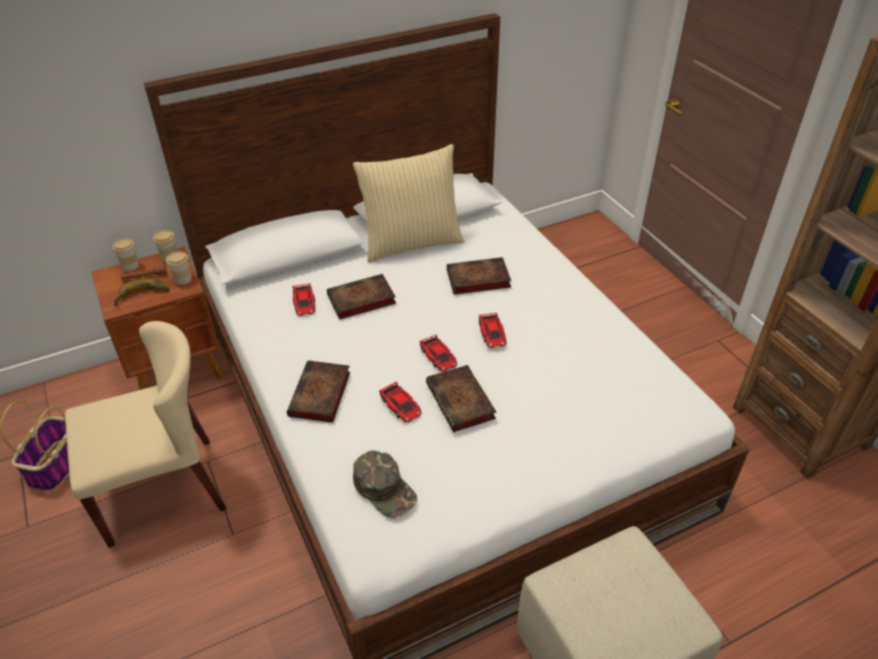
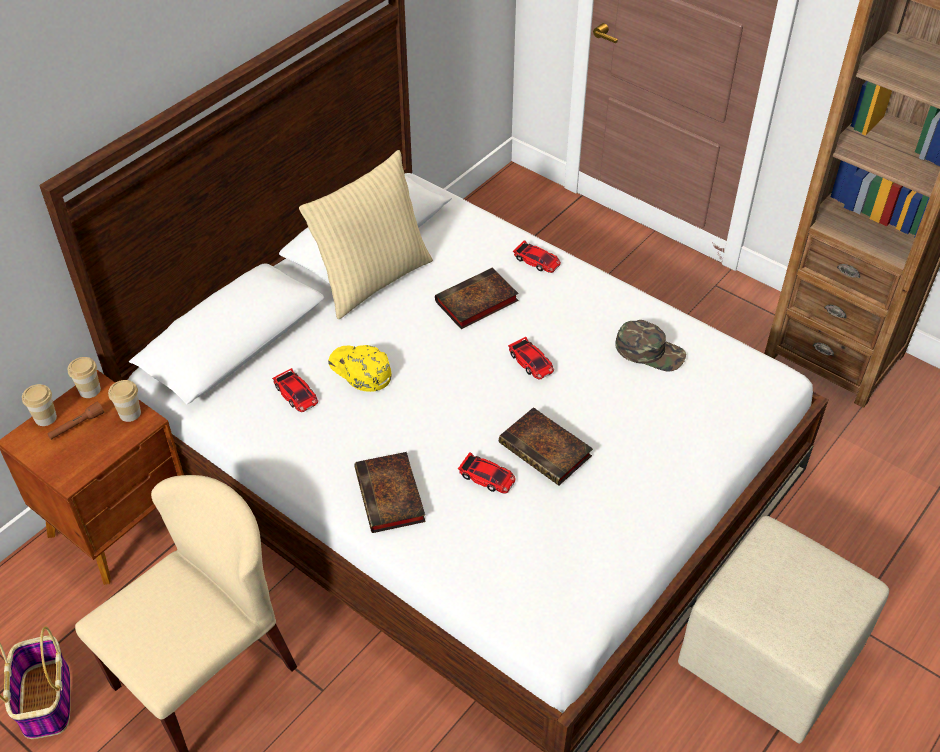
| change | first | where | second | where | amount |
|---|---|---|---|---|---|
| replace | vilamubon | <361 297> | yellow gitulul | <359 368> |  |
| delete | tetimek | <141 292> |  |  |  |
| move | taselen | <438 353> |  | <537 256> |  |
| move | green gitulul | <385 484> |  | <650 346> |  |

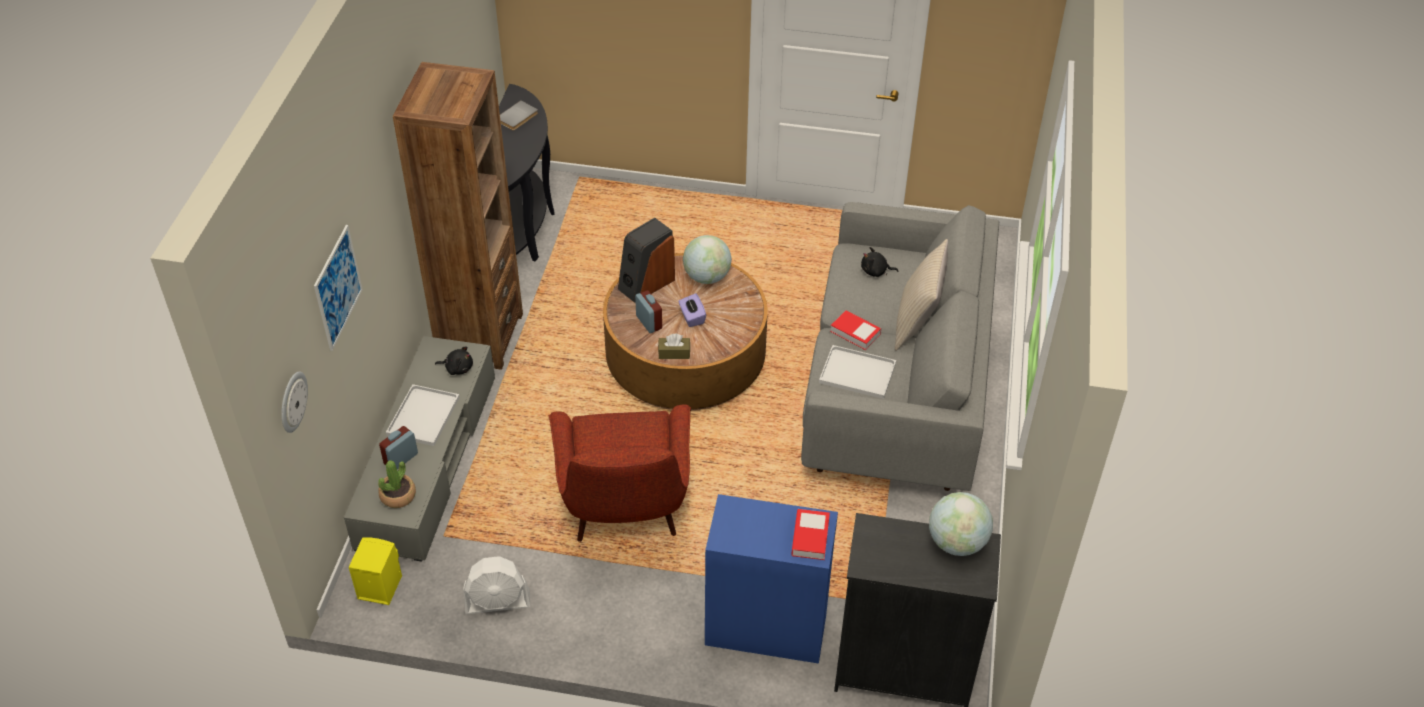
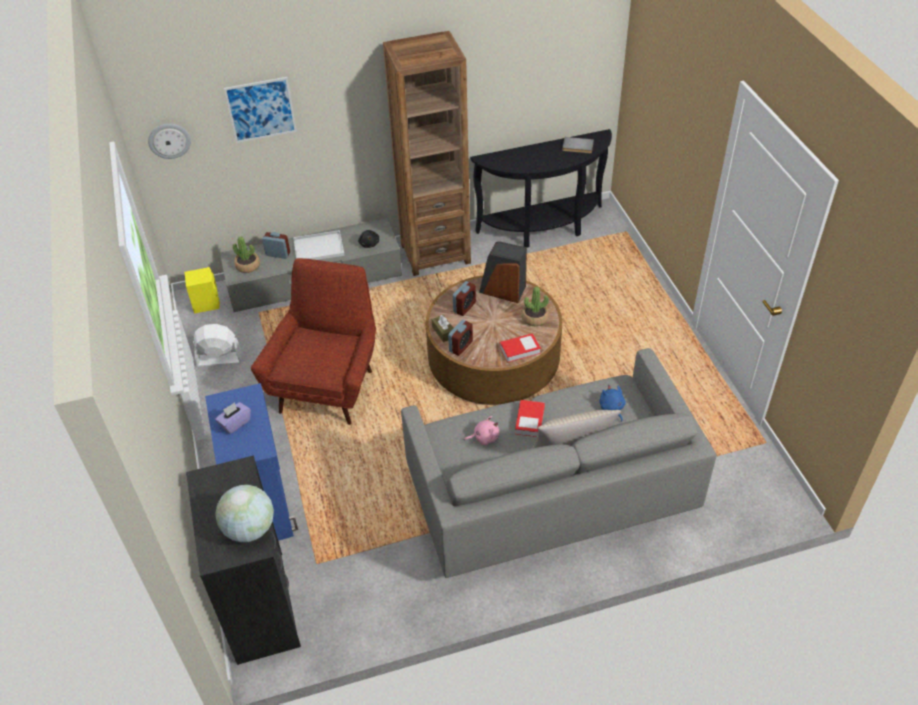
| change | first | where | second | where | amount |
|---|---|---|---|---|---|
| replace | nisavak | <707 259> | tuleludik | <535 306> |  |
| recolor | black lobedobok | <879 262> | blue lobedobok | <612 403> |  |
| move | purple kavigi | <692 310> |  | <233 418> |  |
| replace | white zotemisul | <857 372> | pink lobedobok | <481 430> |  |
| rotate | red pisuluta | <620 473> |  | <313 341> | 135 degrees clockwise |
| move | vilamubon | <810 534> |  | <520 347> |  |
| rotate | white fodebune | <496 585> |  | <218 345> | 120 degrees clockwise |
| insert |  |  | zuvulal | <460 338> |  |

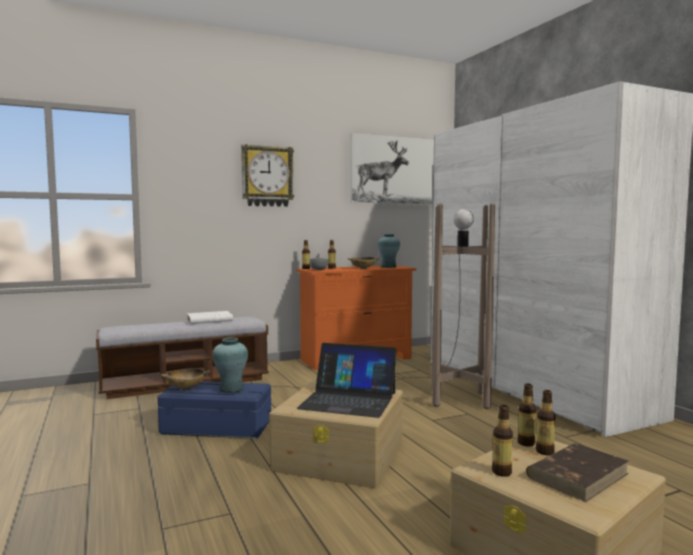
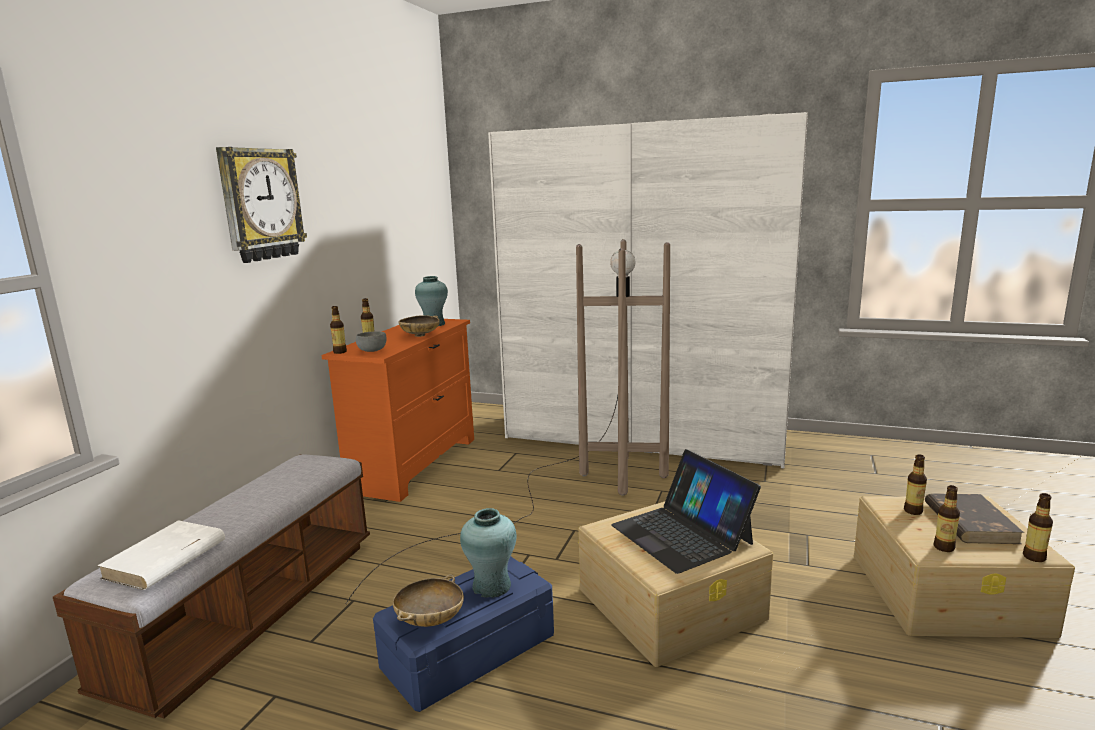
| change | first | where | second | where | amount |
|---|---|---|---|---|---|
| delete | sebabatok | <392 168> |  |  |  |
| move | white vilamubon | <210 317> |  | <161 555> |  |
| rotate | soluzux | <347 380> |  | <686 511> | 90 degrees clockwise |
| move | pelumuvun | <526 415> |  | <1038 527> |  |

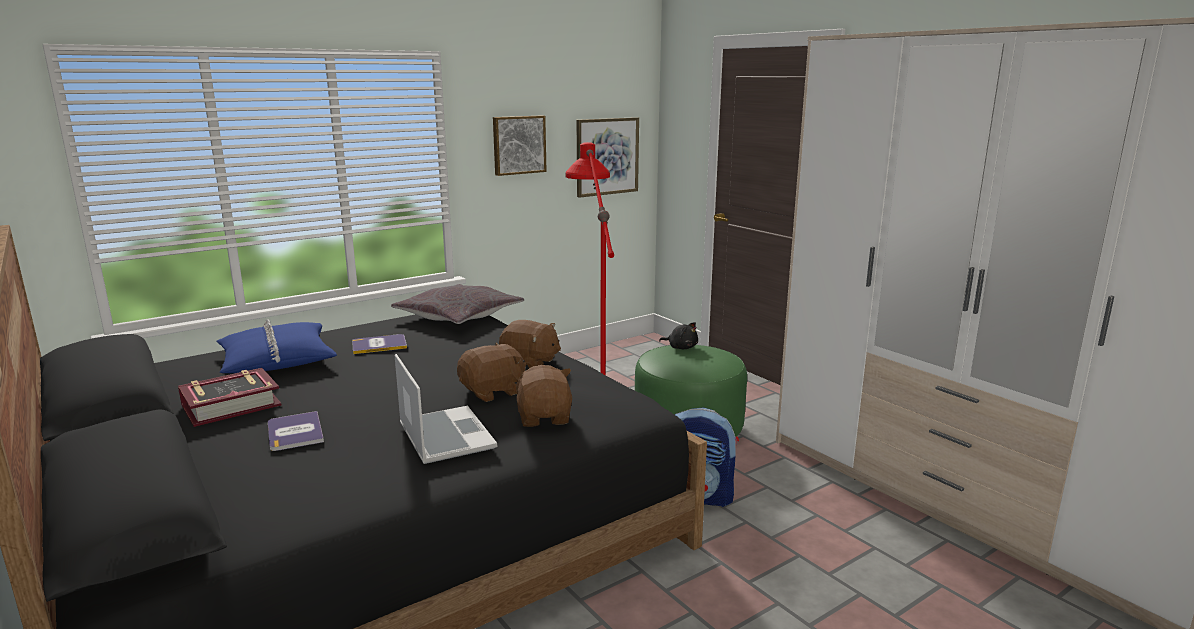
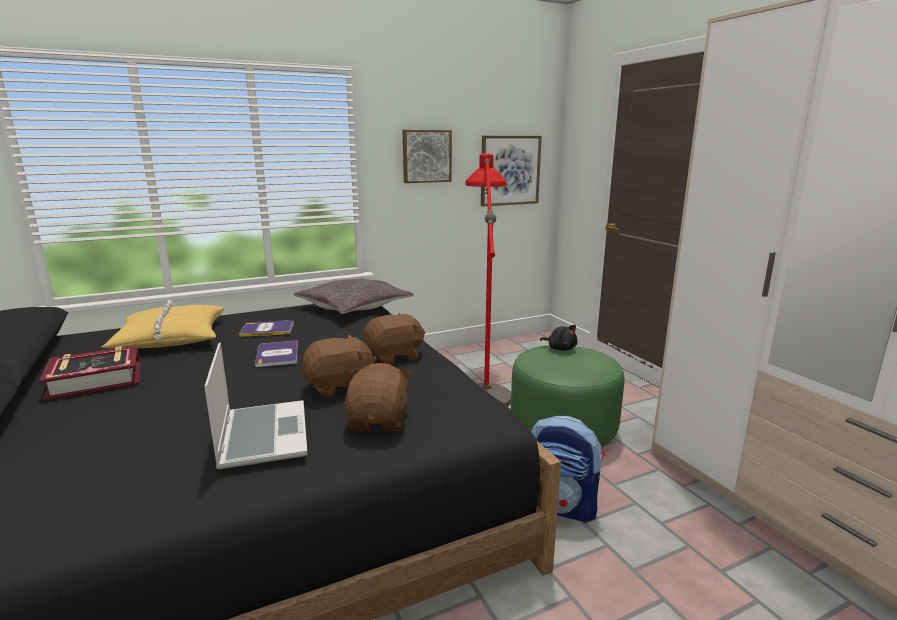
| change | first | where | second | where | amount |
|---|---|---|---|---|---|
| recolor | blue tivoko | <276 346> | yellow tivoko | <163 324> |  |
| rotate | brown lobedobok | <530 344> |  | <394 338> | 60 degrees counterclockwise |
| move | vilamubon | <296 431> |  | <276 353> |  |

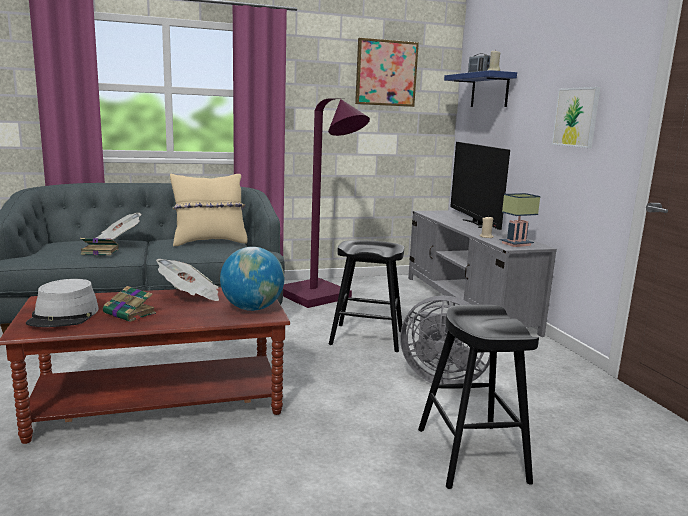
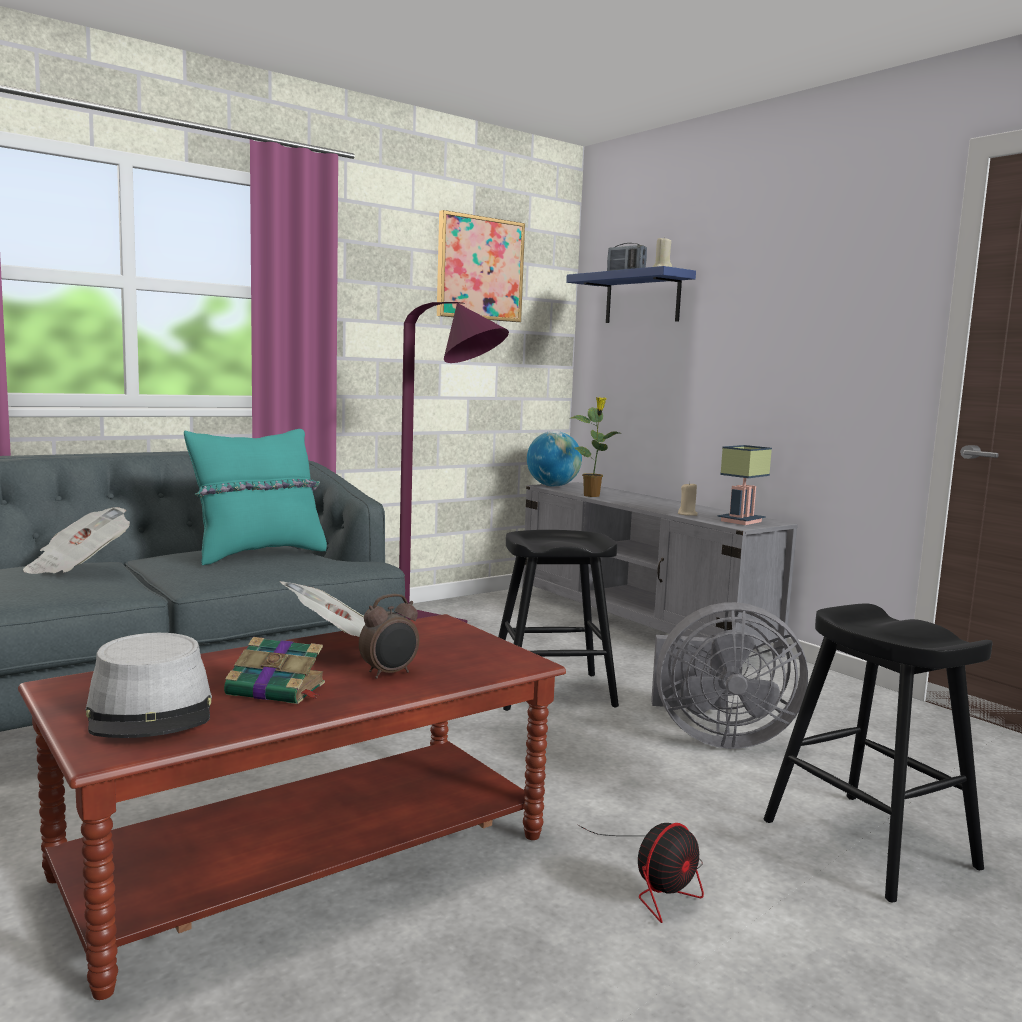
| change | first | where | second | where | amount |
|---|---|---|---|---|---|
| delete | sebabatok | <576 117> |  |  |  |
| delete | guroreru | <480 186> |  |  |  |
| recolor | beige tivoko | <209 209> | turquoise tivoko | <255 497> |  |
| delete | vilamubon | <99 246> |  |  |  |
| move | nisavak | <252 279> |  | <554 459> |  |
| insert |  |  | tuleludik | <595 447> |  |
| insert |  |  | zuvulal | <389 636> |  |
| insert |  |  | fodebune | <640 873> |  |

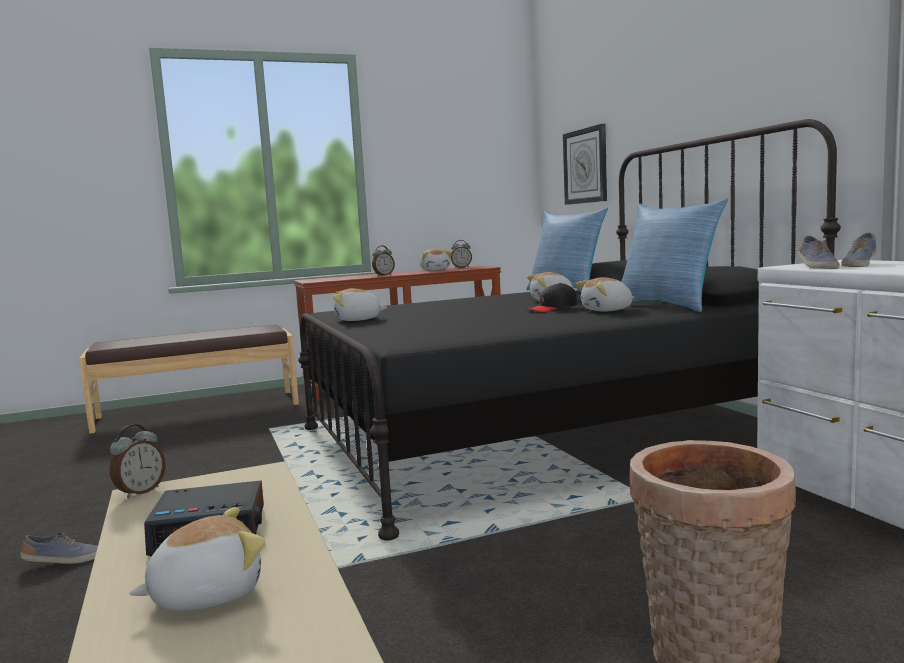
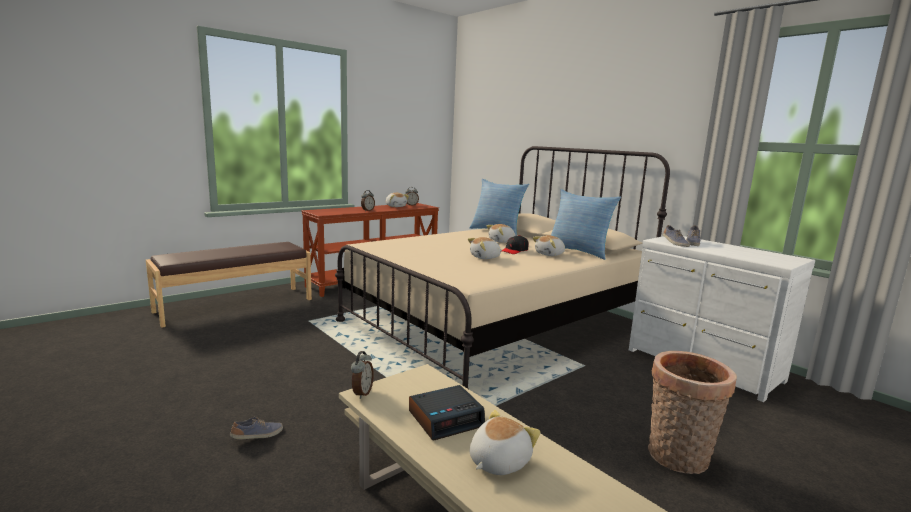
| change | first | where | second | where | amount |
|---|---|---|---|---|---|
| recolor | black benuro | <569 330> | beige benuro | <502 267> |  |
| delete | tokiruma | <585 164> |  |  |  |
| move | lobedobok | <360 304> |  | <485 248> |  |

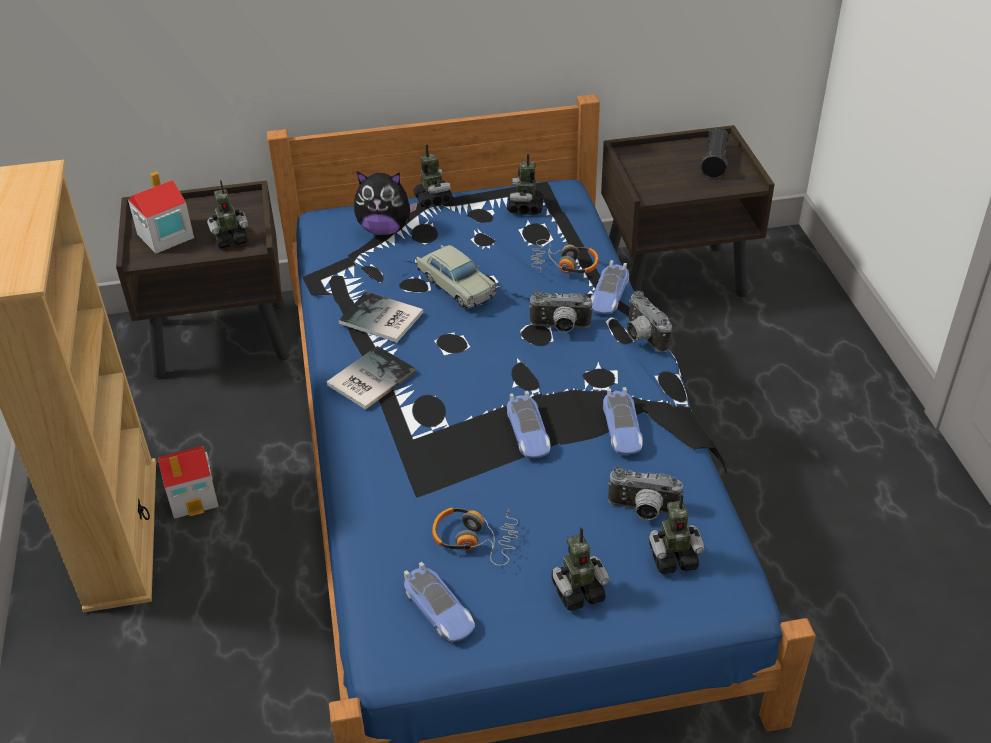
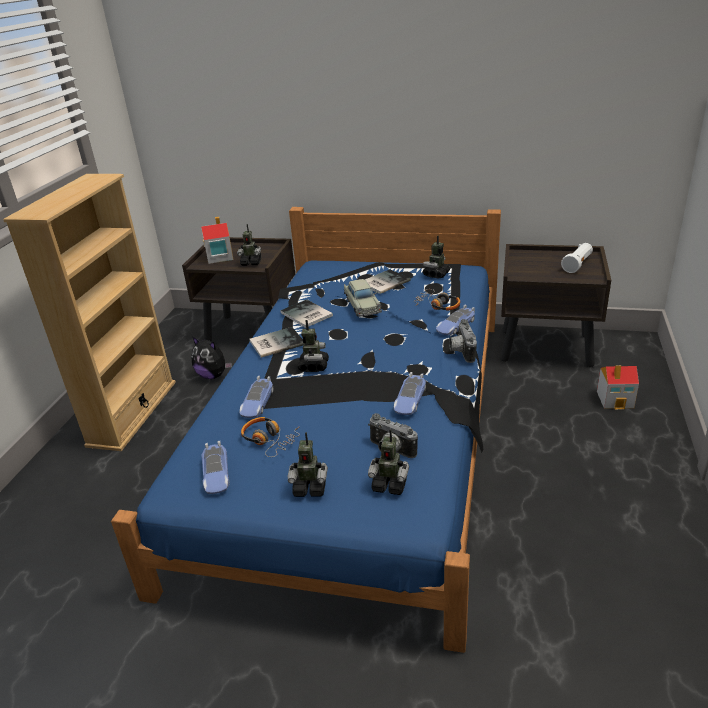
| change | first | where | second | where | amount |
|---|---|---|---|---|---|
| recolor | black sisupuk | <714 153> | white sisupuk | <577 258> |  |
| move | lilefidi | <433 176> |  | <313 346> |  |
| move | lobedobok | <385 203> |  | <212 358> |  |
| delete | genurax | <561 312> |  |  |  |
| move | taselen | <529 424> |  | <257 397> |  |
| move | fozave | <188 482> |  | <618 387> |  |
| insert |  |  | vilamubon | <388 281> |  |

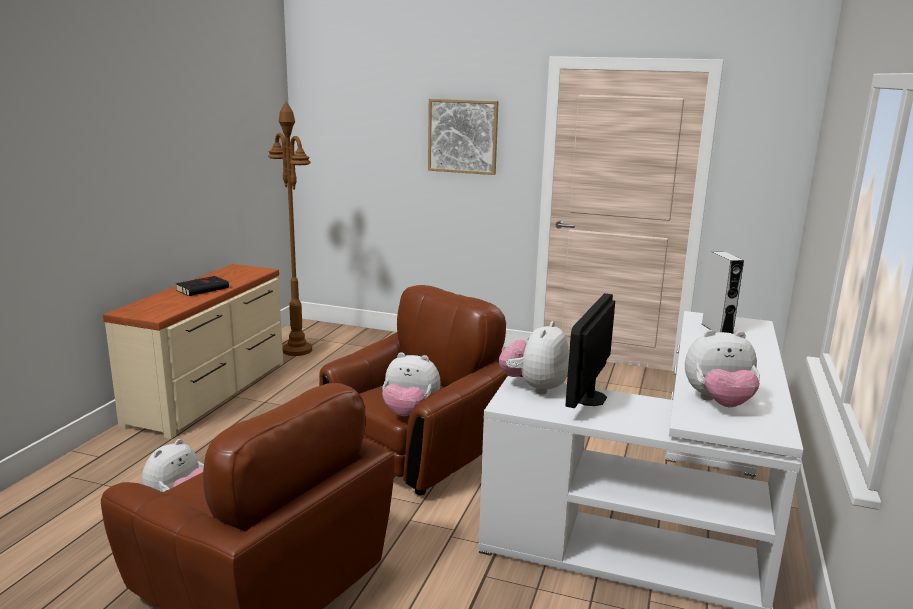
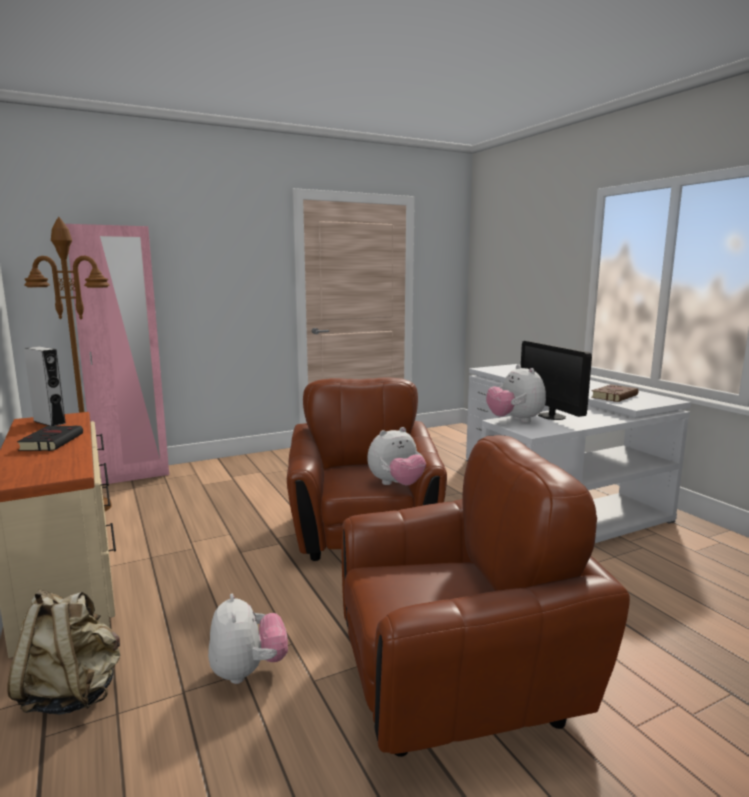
| change | first | where | second | where | amount |
|---|---|---|---|---|---|
| delete | sebabatok | <463 137> |  |  |  |
| move | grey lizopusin | <723 292> |  | <45 386> |  |
| replace | lobedobok | <722 368> | brown vilamubon | <615 393> |  |
| insert |  |  | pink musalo | <117 354> |  |
| insert |  |  | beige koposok | <64 652> |  |

